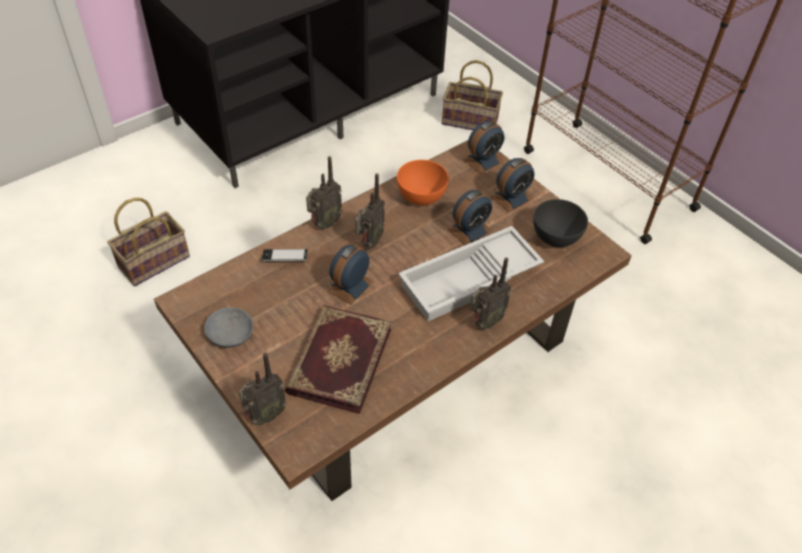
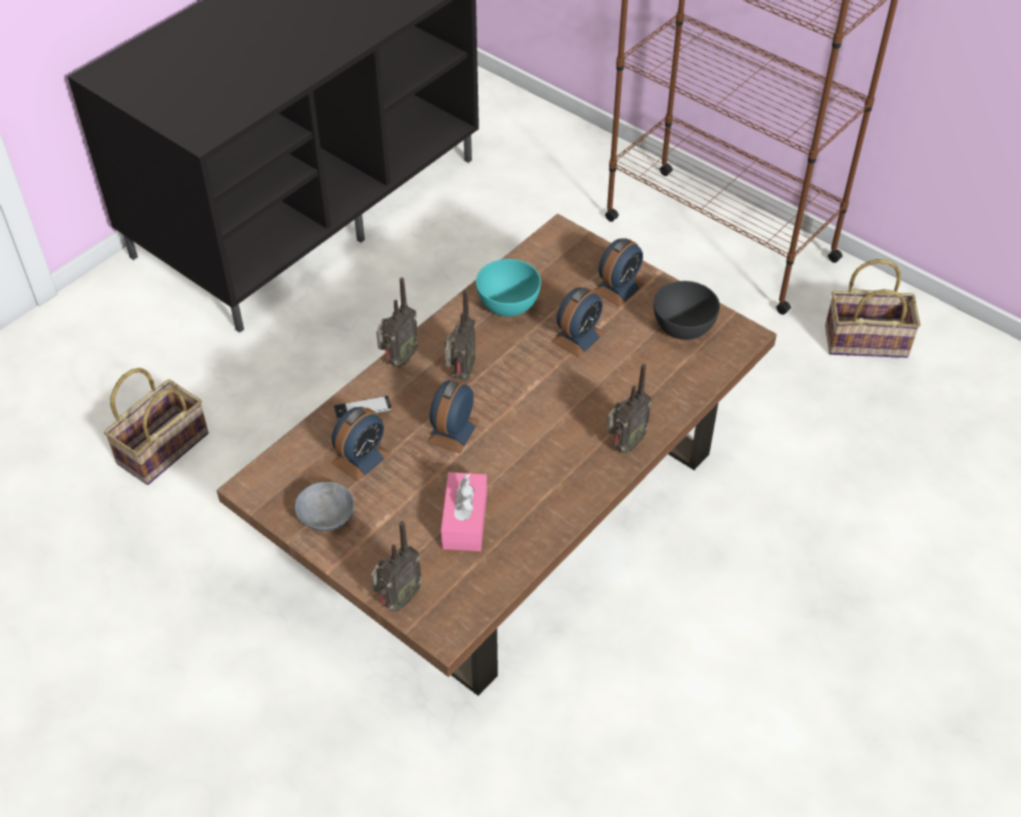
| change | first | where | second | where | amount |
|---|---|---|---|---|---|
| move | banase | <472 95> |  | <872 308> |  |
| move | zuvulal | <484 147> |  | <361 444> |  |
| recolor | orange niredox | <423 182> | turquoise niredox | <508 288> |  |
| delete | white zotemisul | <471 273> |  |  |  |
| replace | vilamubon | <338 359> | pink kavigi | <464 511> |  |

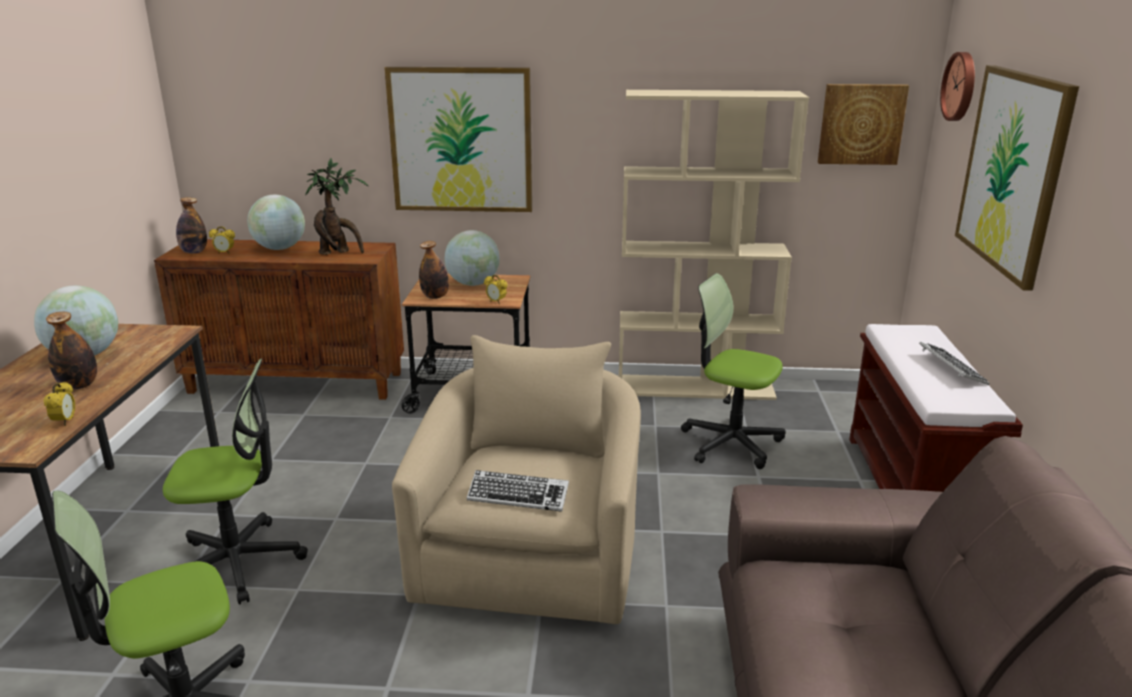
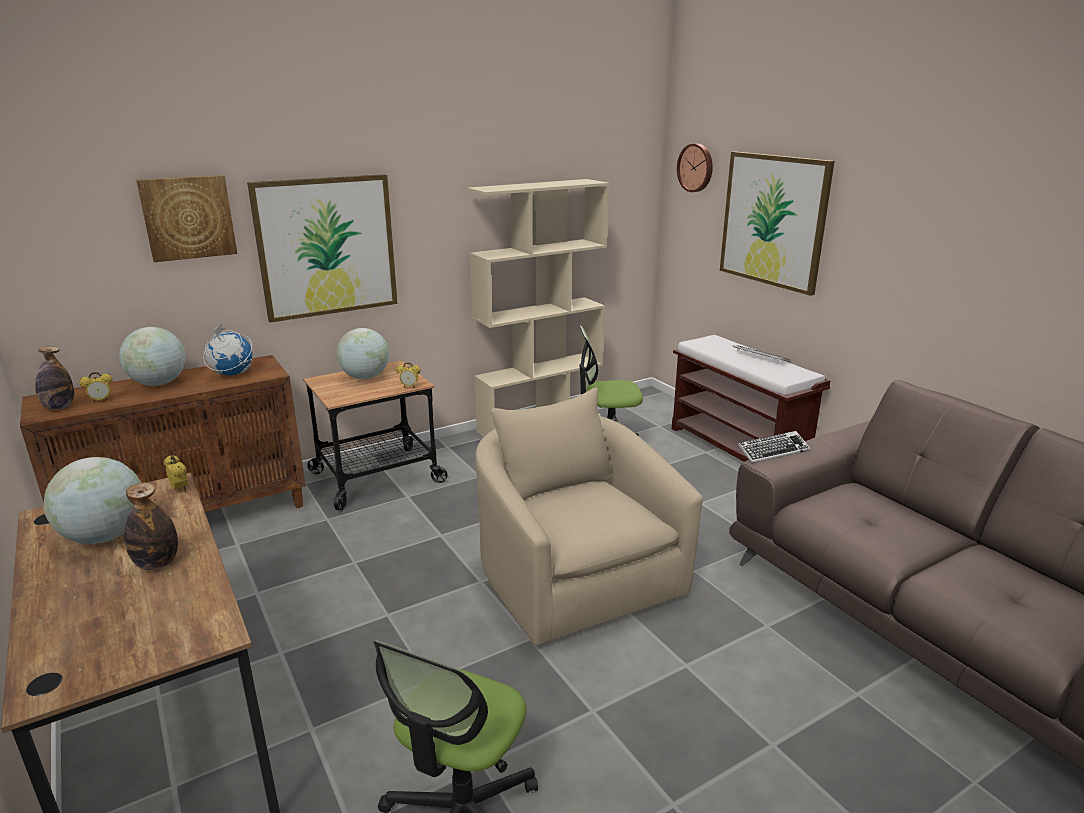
| change | first | where | second | where | amount |
|---|---|---|---|---|---|
| move | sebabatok | <863 124> |  | <186 218> |  |
| replace | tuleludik | <336 206> | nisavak | <228 350> |  |
| delete | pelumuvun | <434 270> |  |  |  |
| delete | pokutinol | <235 482> |  |  |  |
| move | zuvulal | <59 404> |  | <176 473> |  |
| move | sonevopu | <518 491> |  | <774 447> |  |

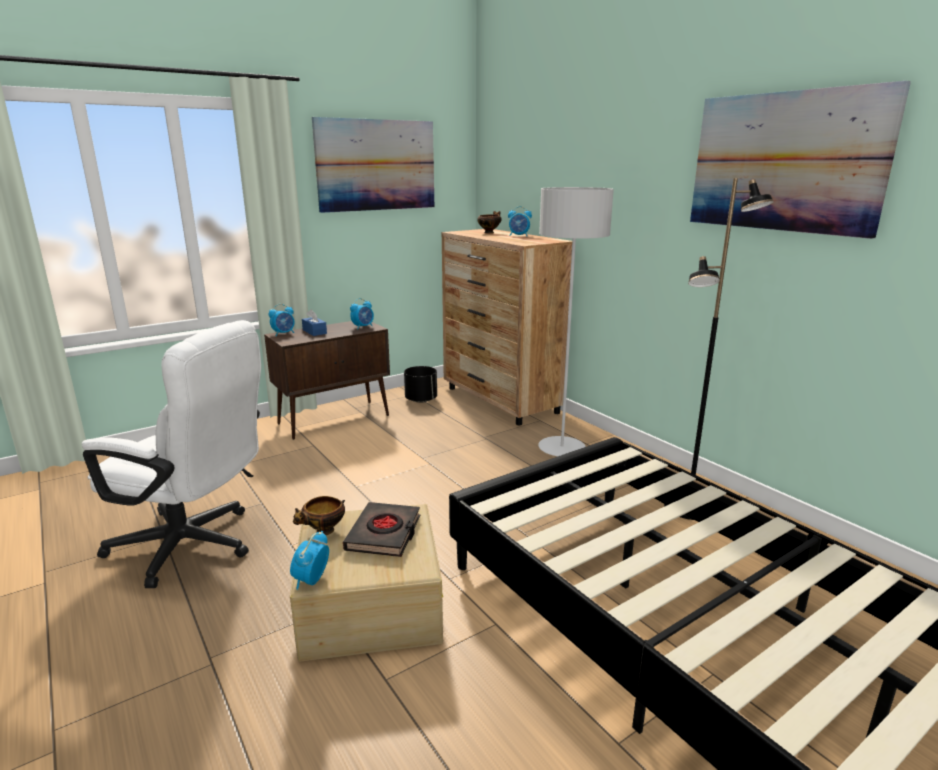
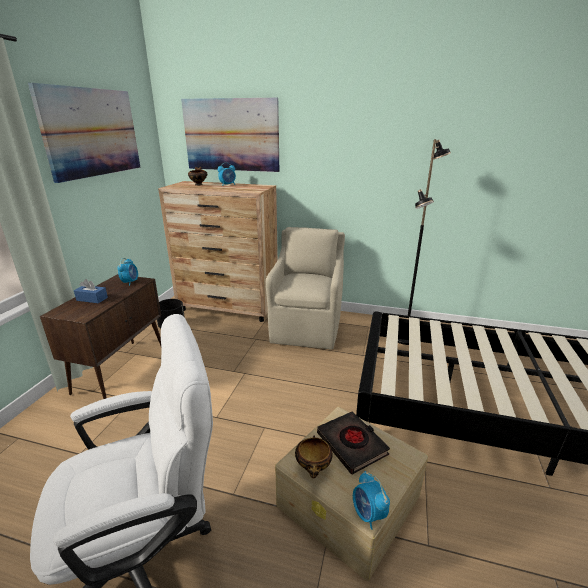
| change | first | where | second | where | amount |
|---|---|---|---|---|---|
| move | sebabatok | <800 160> |  | <230 135> |  |
| replace | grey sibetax | <576 321> | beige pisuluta | <305 288> |  |
| delete | zuvulal | <281 320> |  |  |  |

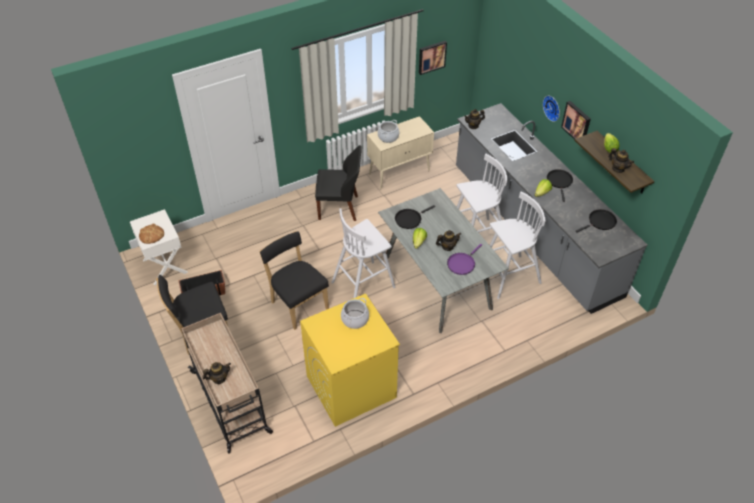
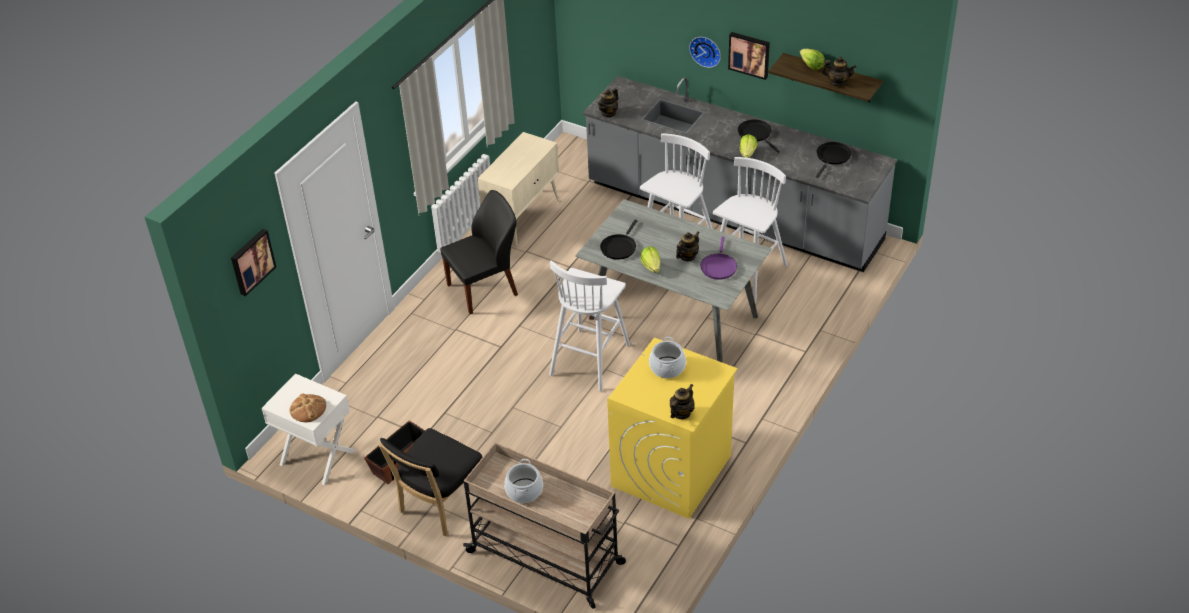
| change | first | where | second | where | amount |
|---|---|---|---|---|---|
| move | sebabatok | <433 58> |  | <253 262> |  |
| move | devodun | <388 131> |  | <523 481> |  |
| delete | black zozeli | <294 280> |  |  |  |
| move | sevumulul | <217 373> |  | <682 401> |  |

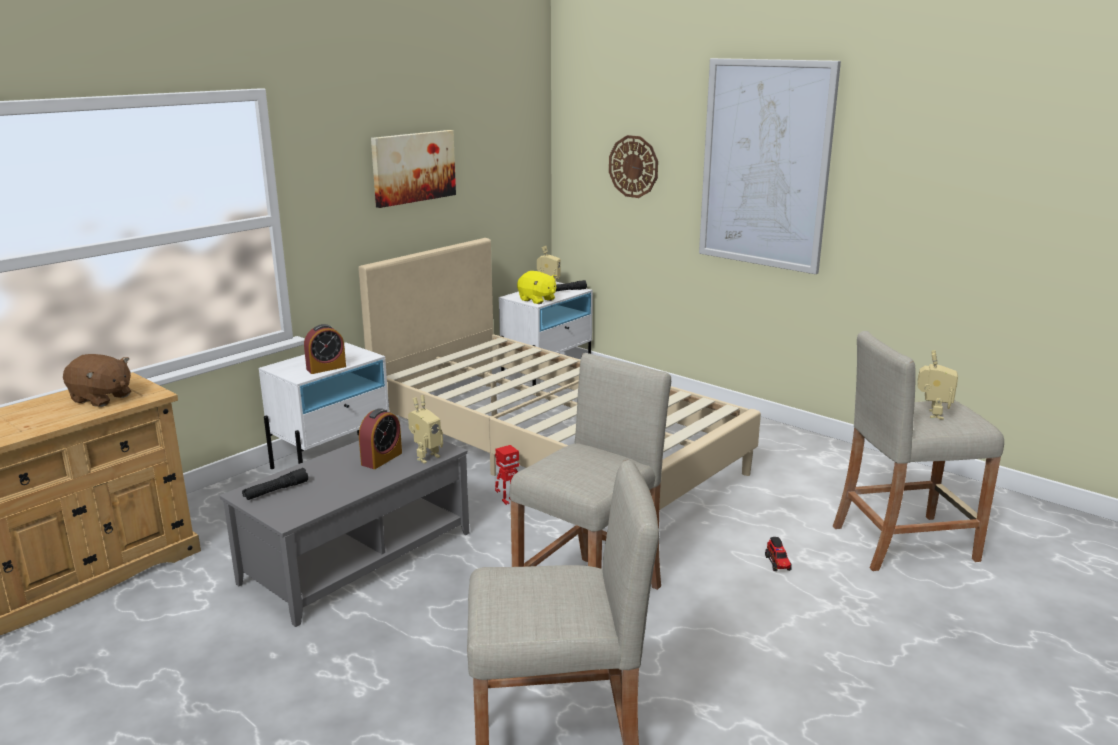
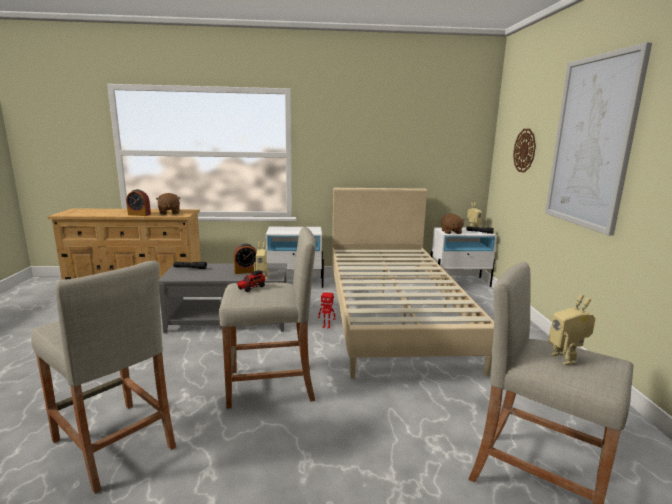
| change | first | where | second | where | amount |
|---|---|---|---|---|---|
| delete | sebabatok | <413 169> |  |  |  |
| recolor | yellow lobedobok | <537 287> | brown lobedobok | <453 224> |  |
| move | zuvulal | <325 349> |  | <138 202> |  |
| rotate | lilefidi | <937 385> |  | <572 329> | 105 degrees clockwise |
| move | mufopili | <778 554> |  | <251 281> |  |

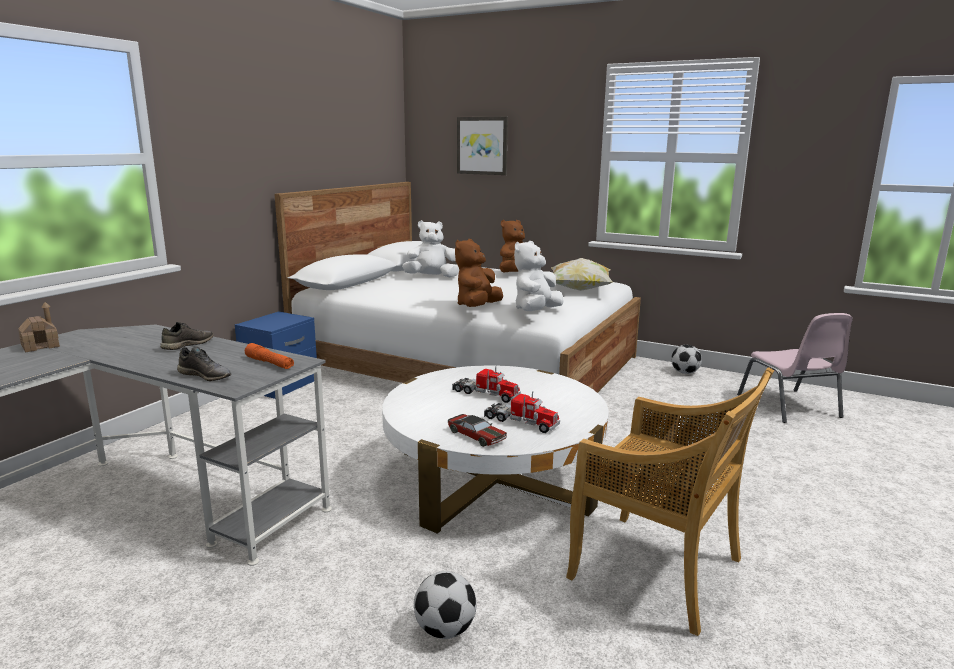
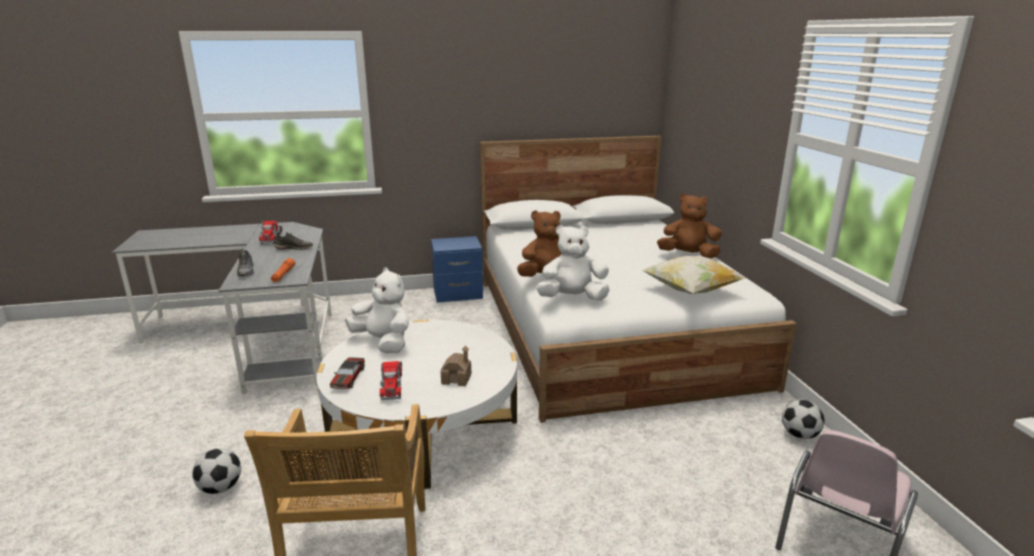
| change | first | where | second | where | amount |
|---|---|---|---|---|---|
| delete | sebabatok | <482 146> |  |  |  |
| move | white lobedobok | <430 248> |  | <377 310> |  |
| move | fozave | <39 327> |  | <456 365> |  |
| move | mufopili | <487 384> |  | <270 232> |  |

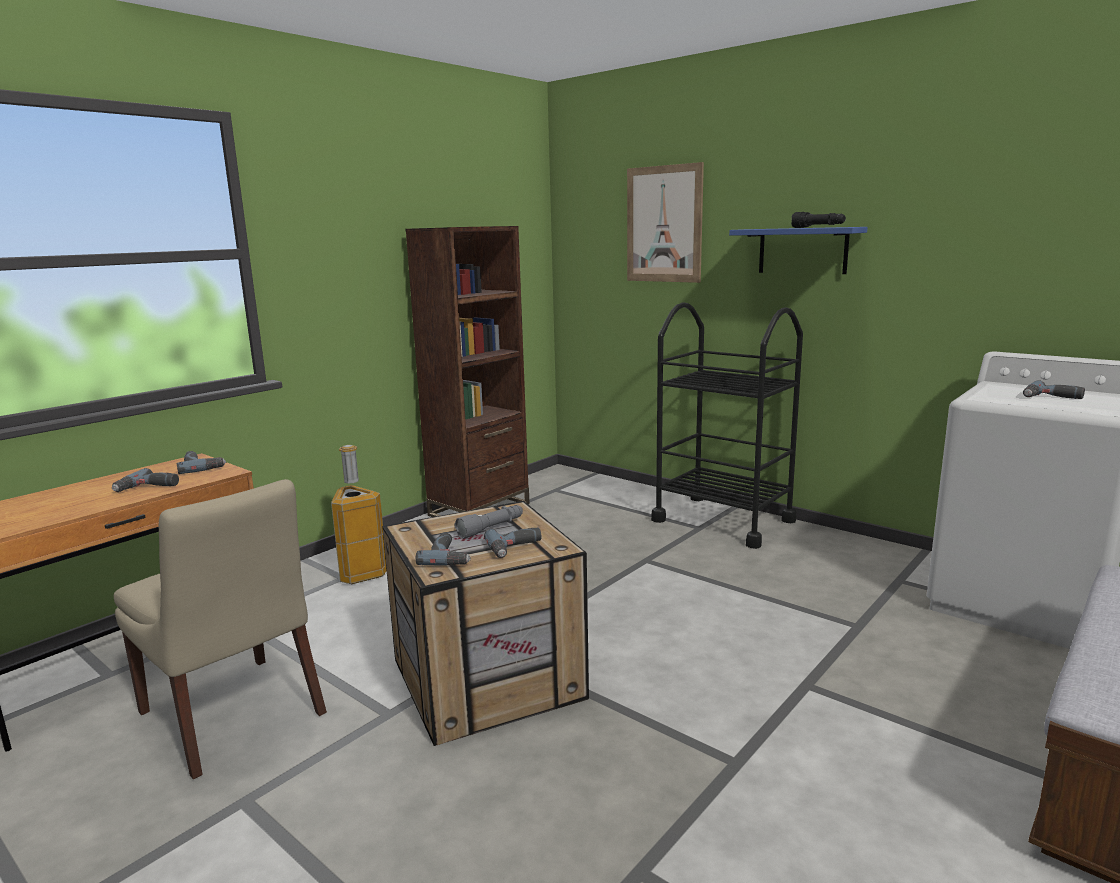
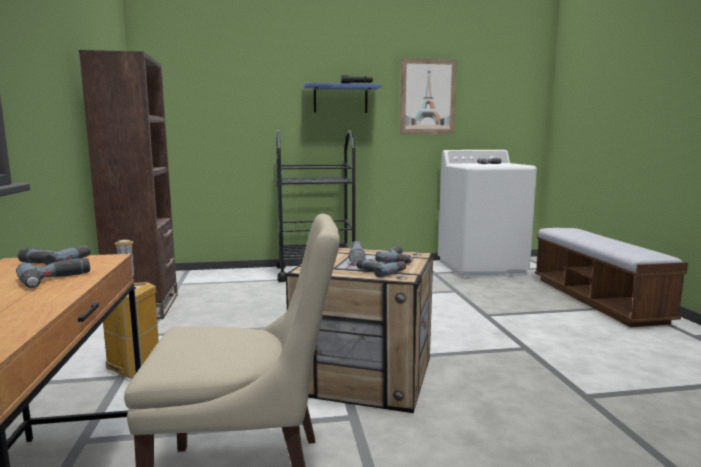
| change | first | where | second | where | amount |
|---|---|---|---|---|---|
| move | sebabatok | <665 222> |  | <428 96> |  |

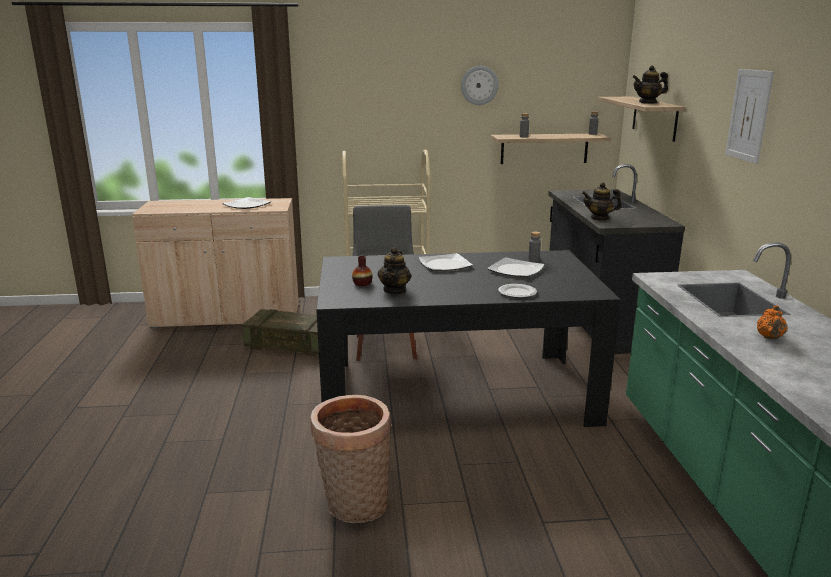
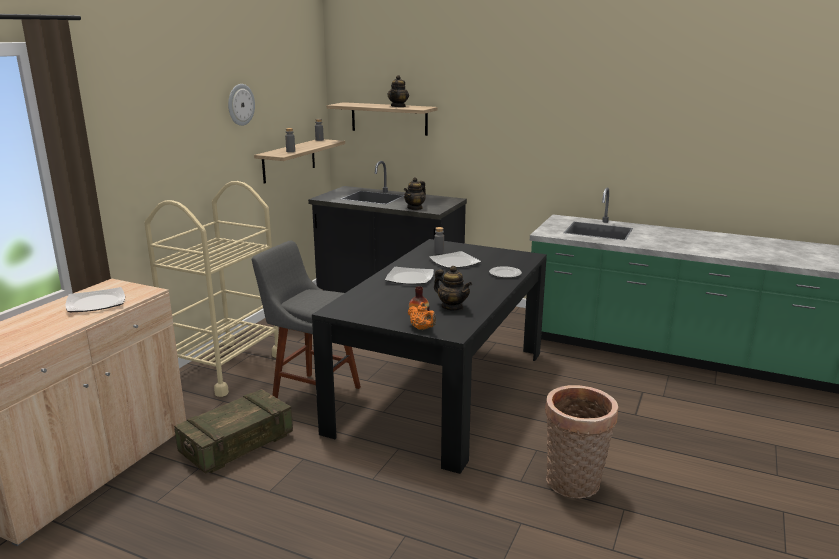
| change | first | where | second | where | amount |
|---|---|---|---|---|---|
| delete | sebabatok | <749 116> |  |  |  |
| move | orange sevumulul | <772 322> |  | <422 316> |  |

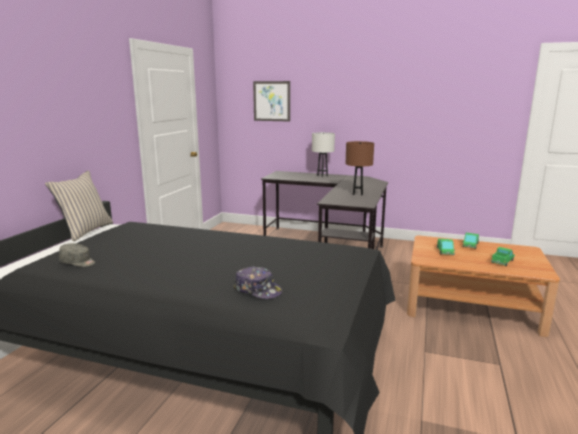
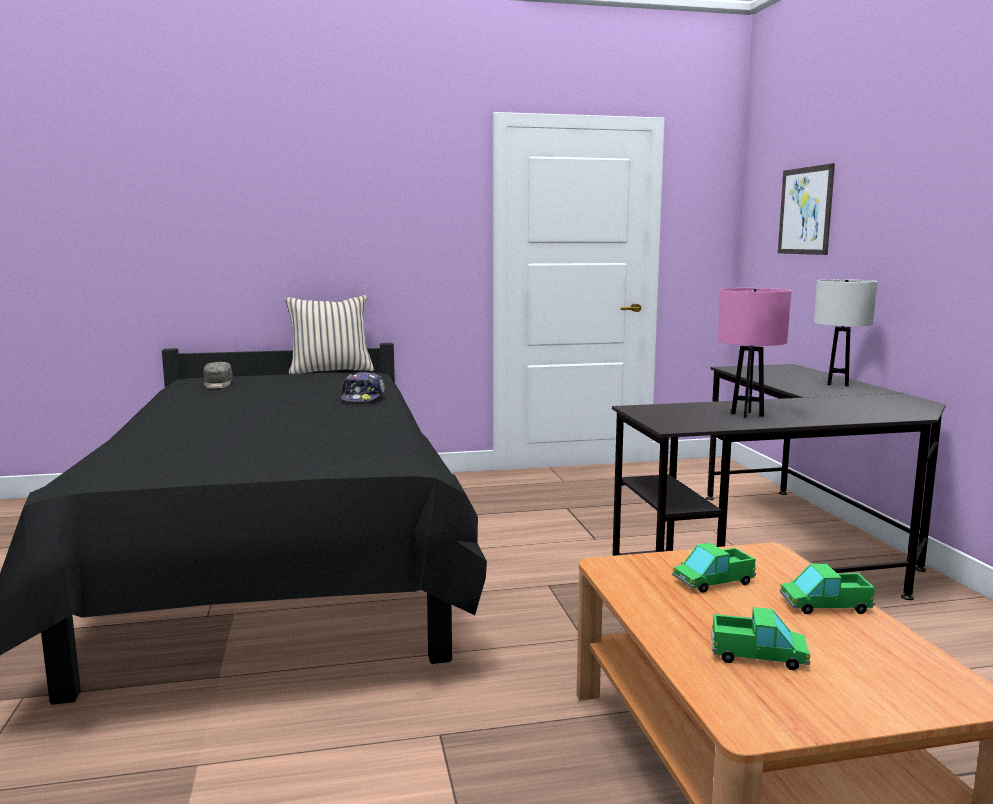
| change | first | where | second | where | amount |
|---|---|---|---|---|---|
| recolor | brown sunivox | <360 168> | pink sunivox | <754 353> |  |
| move | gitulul | <258 282> |  | <363 386> |  |

